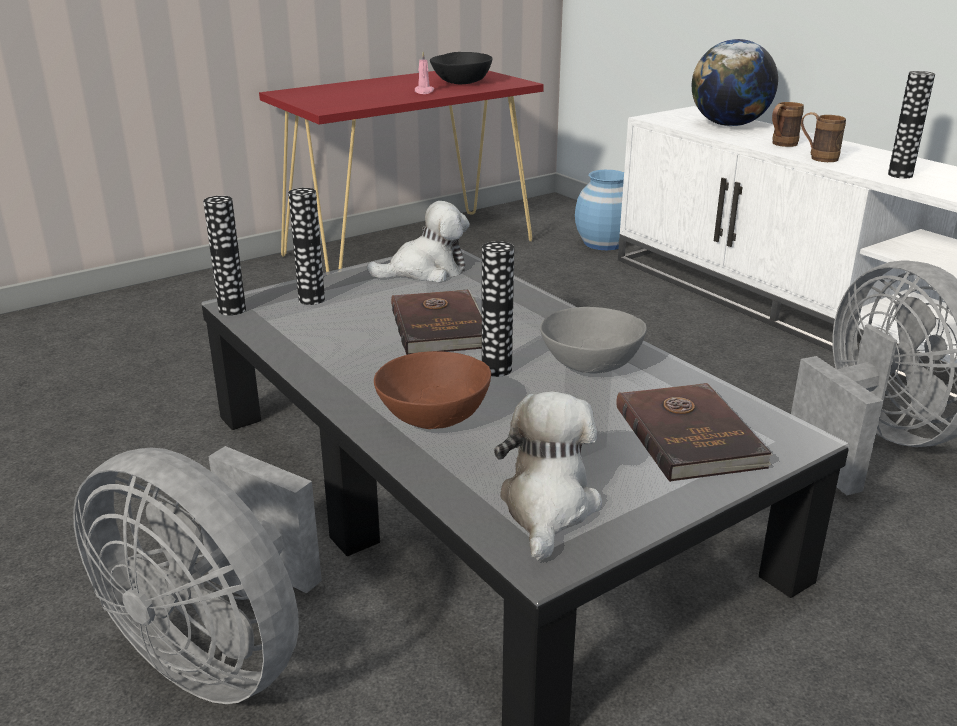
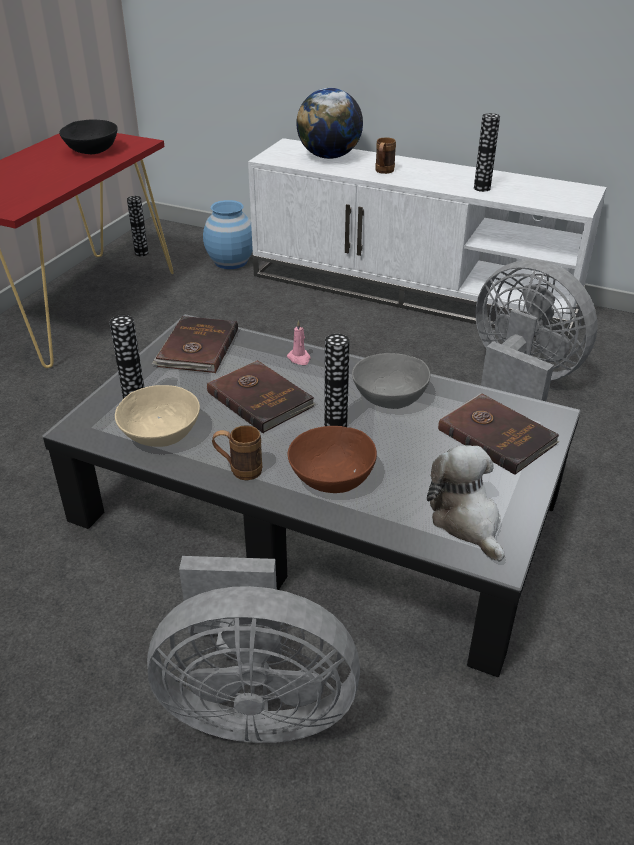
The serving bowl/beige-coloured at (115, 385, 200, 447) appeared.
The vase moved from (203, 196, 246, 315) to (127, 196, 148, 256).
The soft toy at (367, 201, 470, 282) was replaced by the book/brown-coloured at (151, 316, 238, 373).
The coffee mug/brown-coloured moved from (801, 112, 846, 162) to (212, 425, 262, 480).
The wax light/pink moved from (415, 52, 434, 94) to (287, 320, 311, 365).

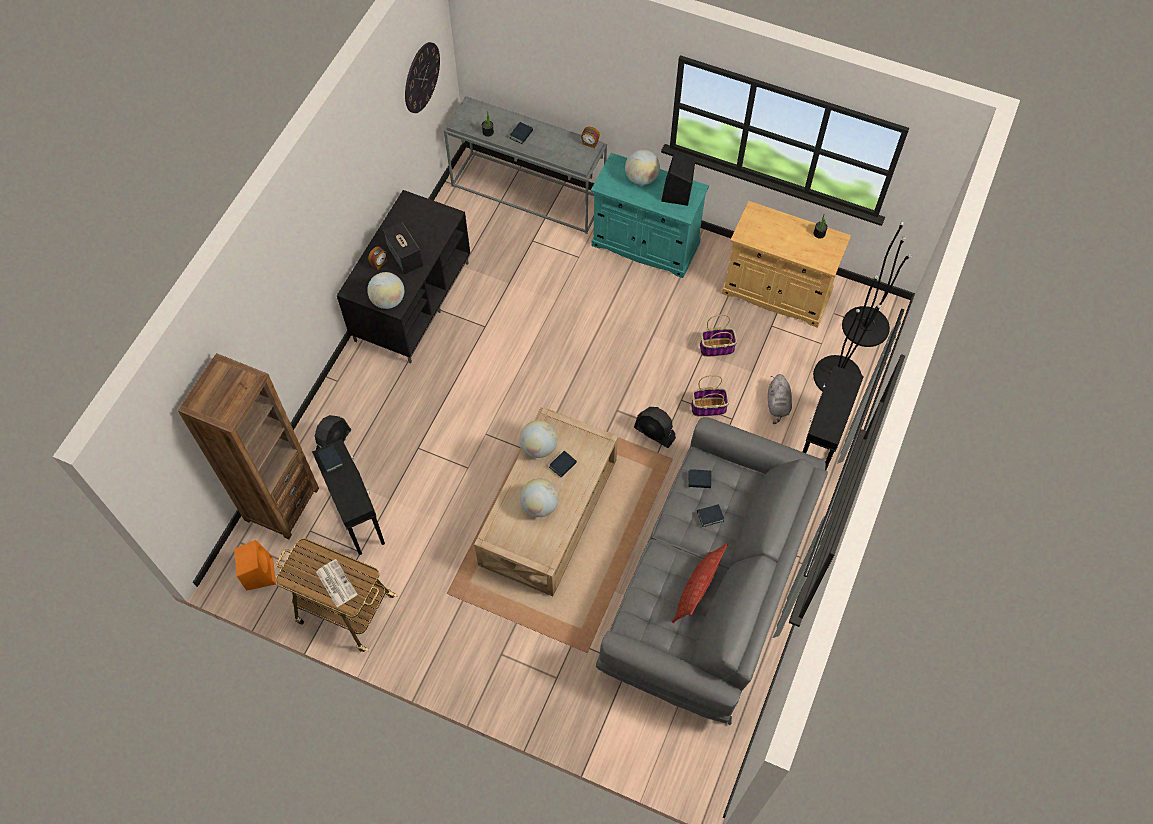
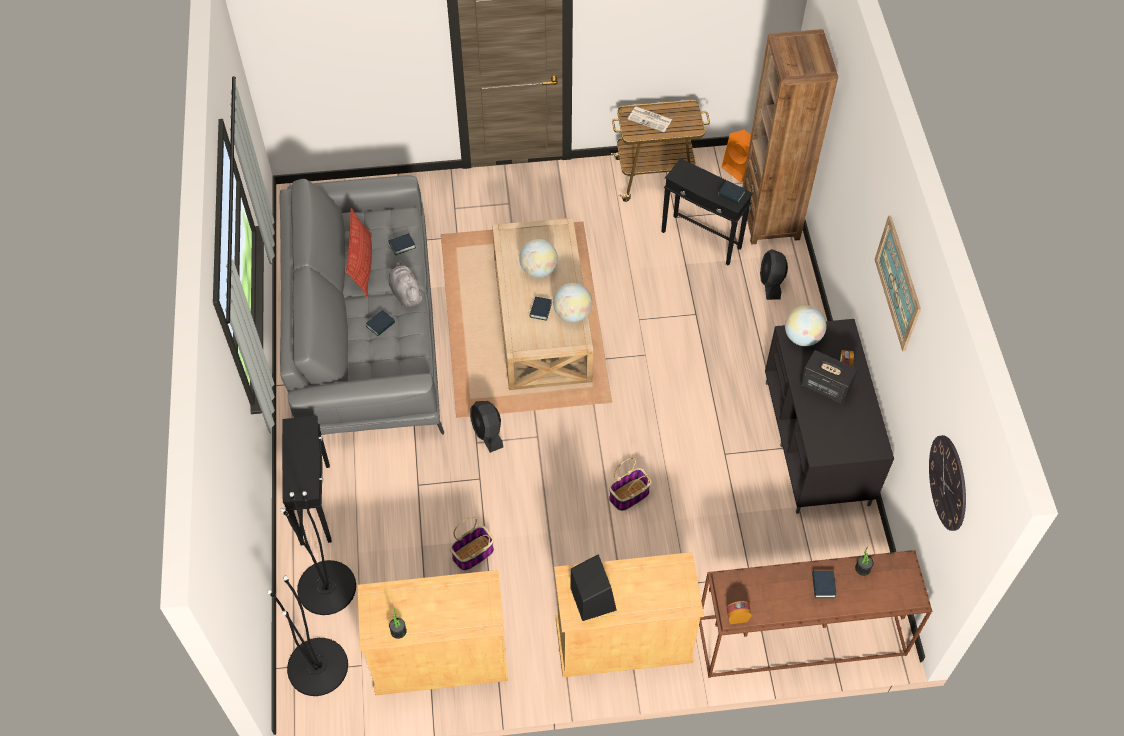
The book moved from (688, 469, 711, 488) to (389, 233, 416, 255).
The soft toy/gray moved from (768, 374, 792, 424) to (389, 261, 424, 308).
The cooling fan/black-coloured at (634, 407, 676, 448) turned 120 degrees counterclockwise.
The cabinet/turquoise-coloured at (591, 153, 709, 278) became the cabinet/beige-coloured at (554, 552, 704, 677).
The storage basket moved from (691, 375, 730, 417) to (609, 457, 652, 511).
The hall table/gray at (444, 96, 607, 234) became the hall table/brown-coloured at (699, 550, 932, 678).
The wall art at (874, 216, 921, 351) appeared.
The globe at (625, 149, 660, 185) disappeared.

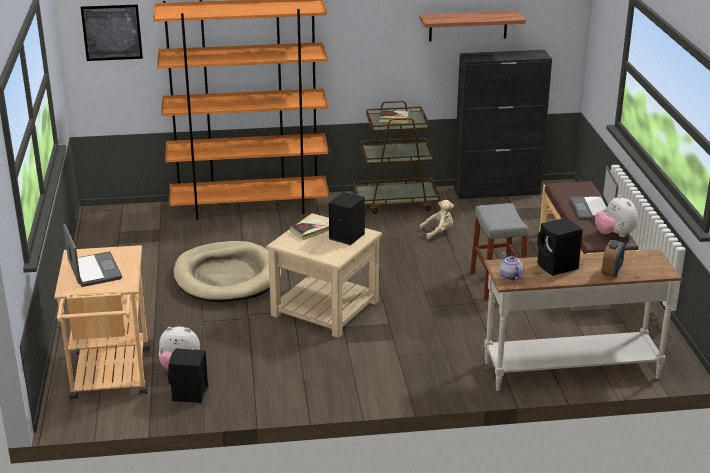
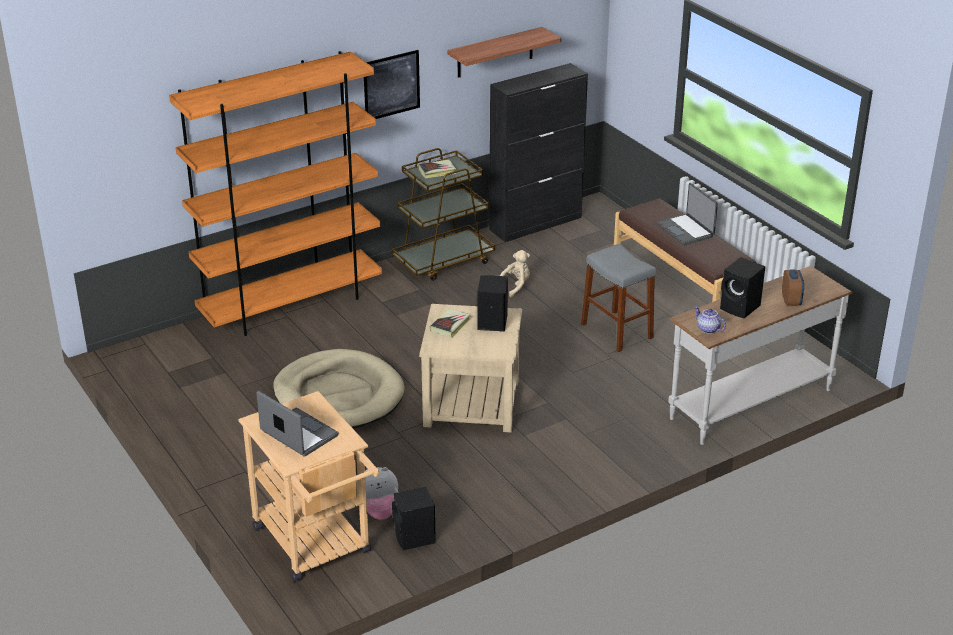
The wall art moved from (81, 4, 143, 61) to (364, 50, 420, 119).
The soft toy at (595, 195, 638, 237) disappeared.

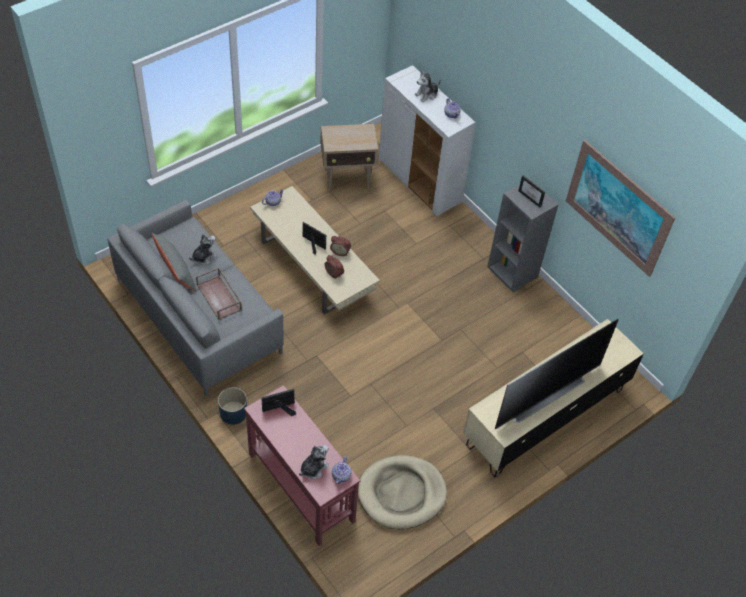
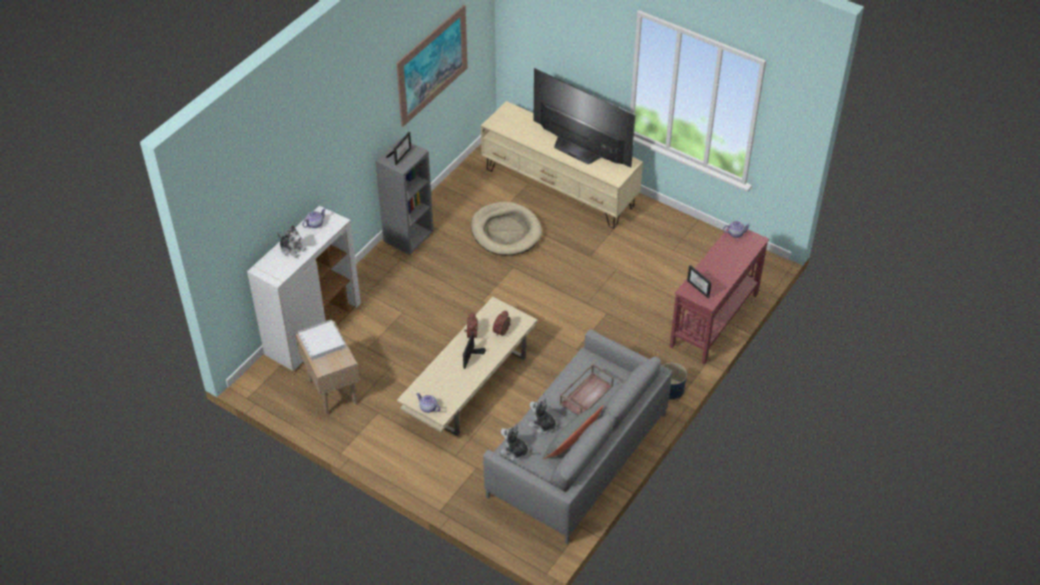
The tray/whitish at (298, 319, 346, 360) appeared.
The pet bed/beige-coloured moved from (358, 455, 447, 529) to (471, 202, 542, 256).
The soft toy moved from (299, 445, 329, 479) to (500, 423, 532, 461).

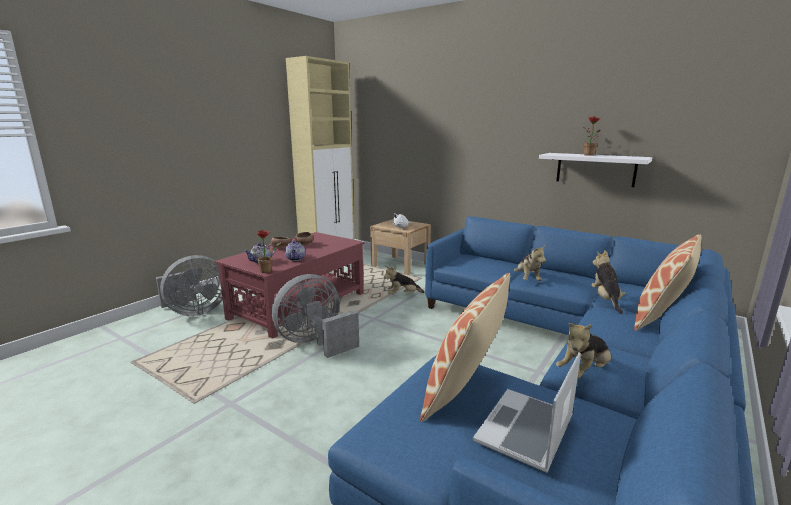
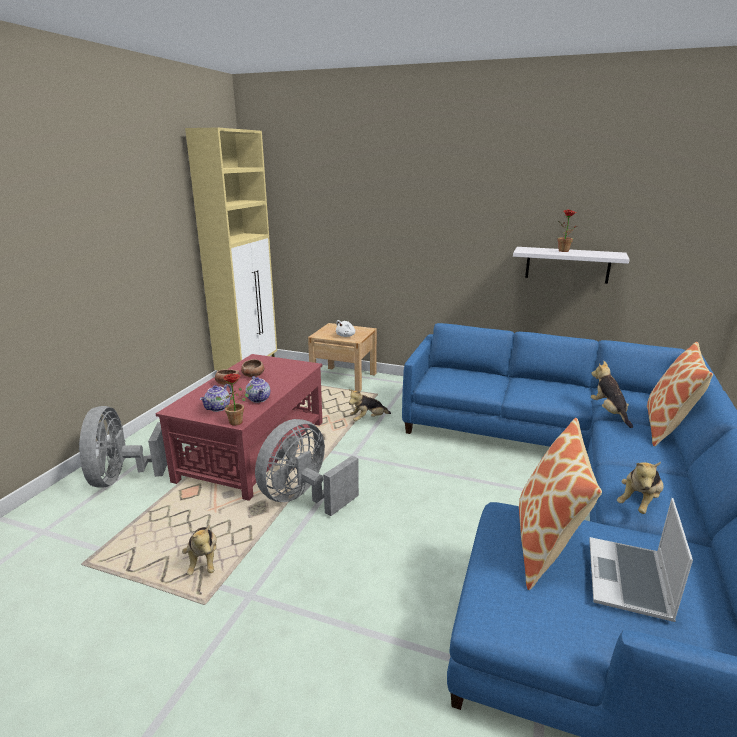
The cooling fan/gray at (156, 255, 223, 316) turned 135 degrees clockwise.
The soft toy moved from (514, 245, 546, 281) to (182, 525, 217, 575).

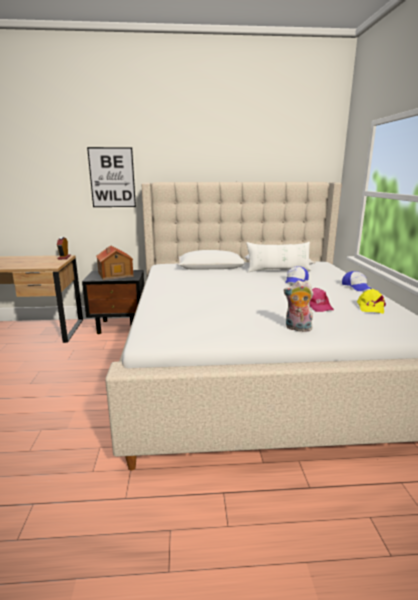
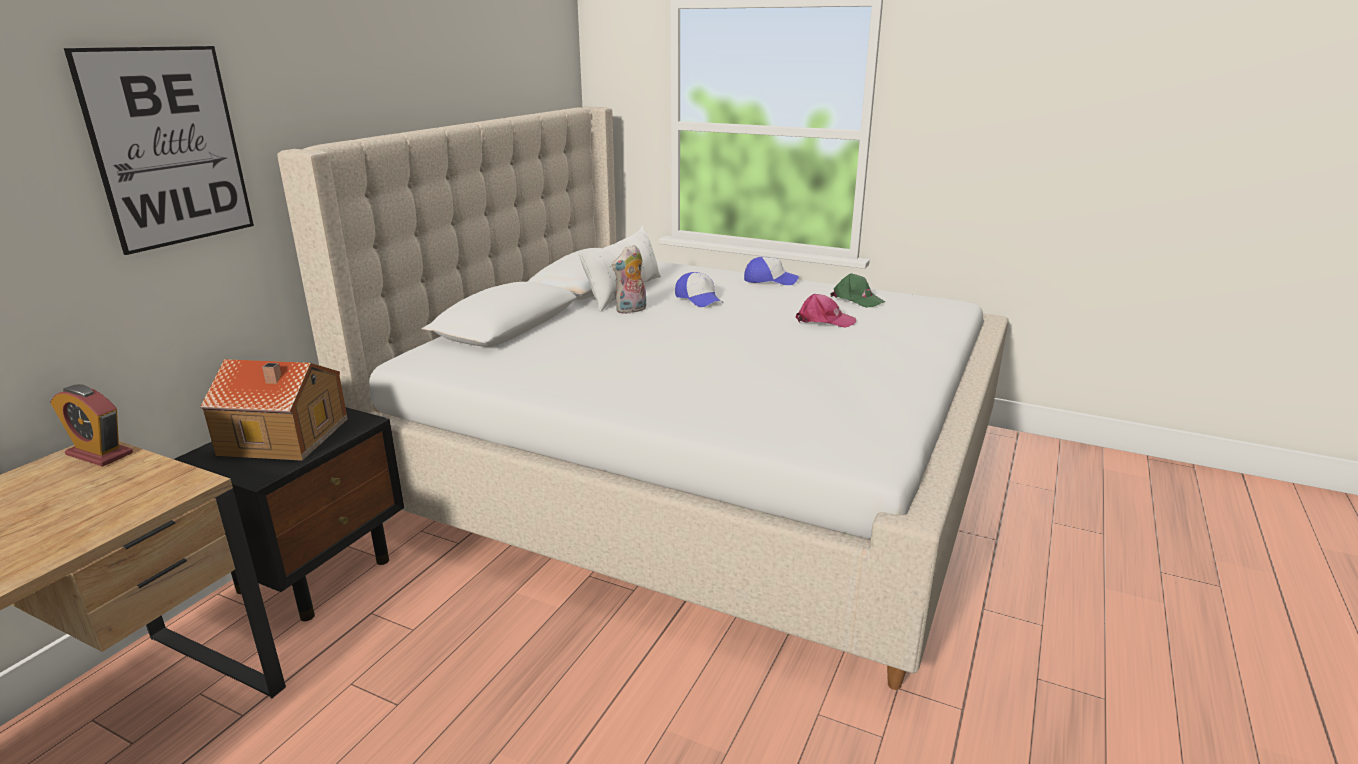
The soft toy moved from (284, 280, 314, 332) to (611, 245, 646, 314).
The peaked cap/yellowish at (357, 289, 386, 314) became the peaked cap/green at (830, 273, 885, 308).

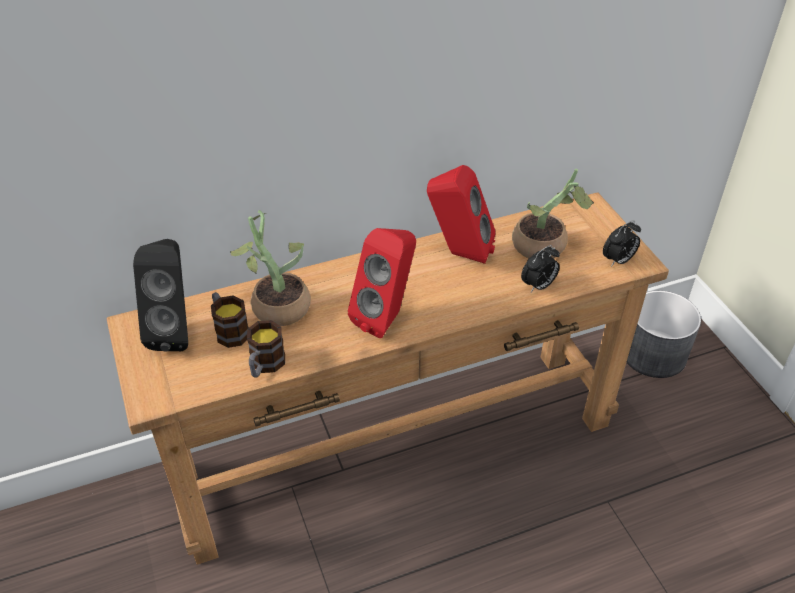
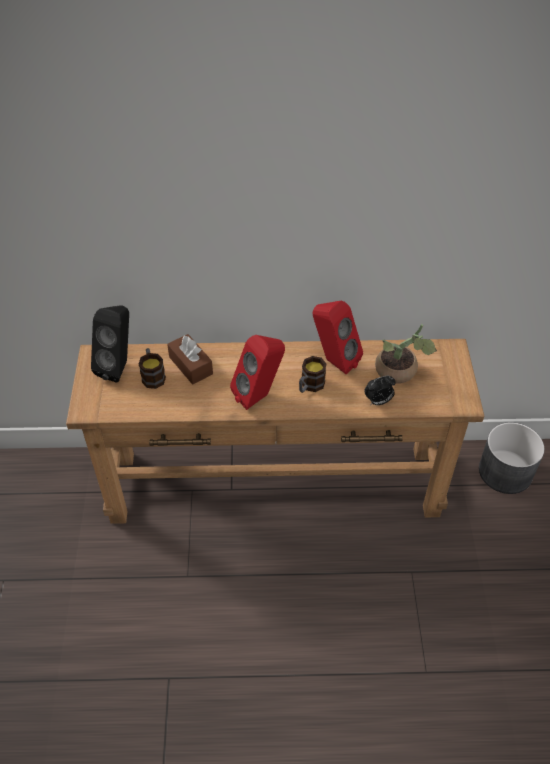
The potted plant at (229, 210, 311, 326) was replaced by the tissue box/brown-coloured at (167, 334, 213, 384).
The coffee mug moved from (247, 320, 285, 378) to (299, 356, 326, 393).
The alarm clock at (603, 220, 641, 267) disappeared.

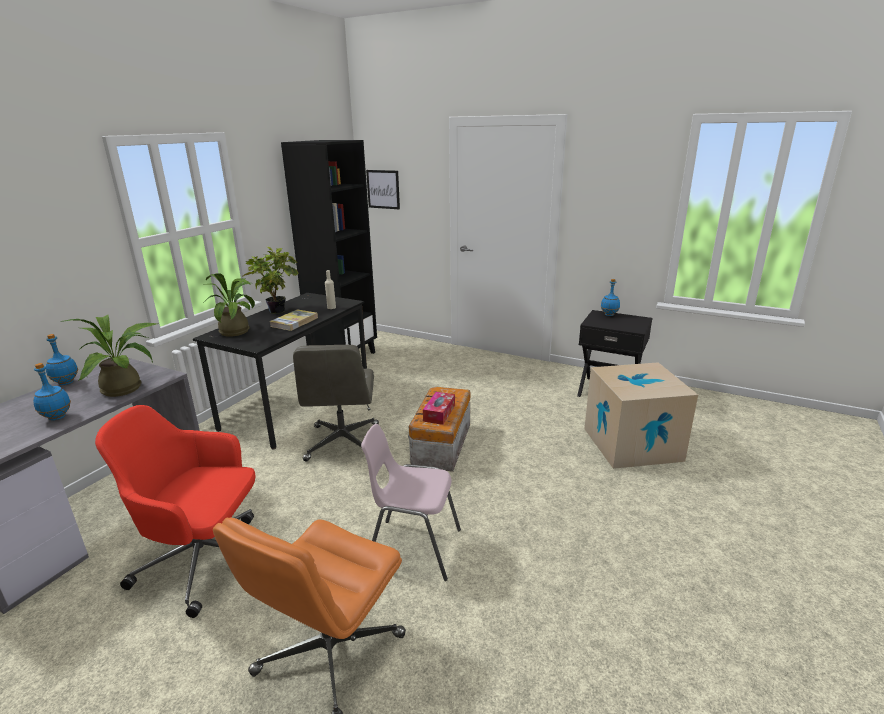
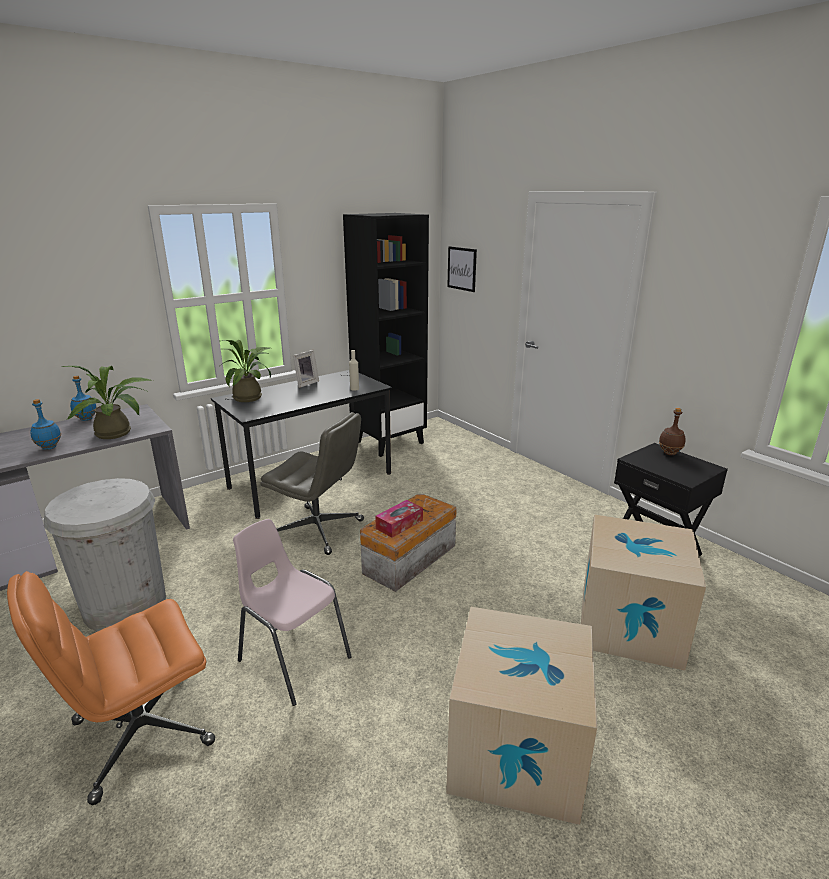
The computer chair/reddish at (95, 405, 255, 618) was replaced by the trash can/whitish at (44, 478, 166, 632).
The computer chair/gray at (293, 345, 379, 462) turned 90 degrees counterclockwise.
The potted plant at (242, 247, 299, 313) was replaced by the picture frame at (293, 350, 319, 388).
The packing box at (446, 607, 597, 825) appeared.
The drink bottle/blue-coloured at (601, 279, 620, 316) became the drink bottle/brown-coloured at (659, 408, 685, 455).
The book at (269, 309, 318, 331) disappeared.

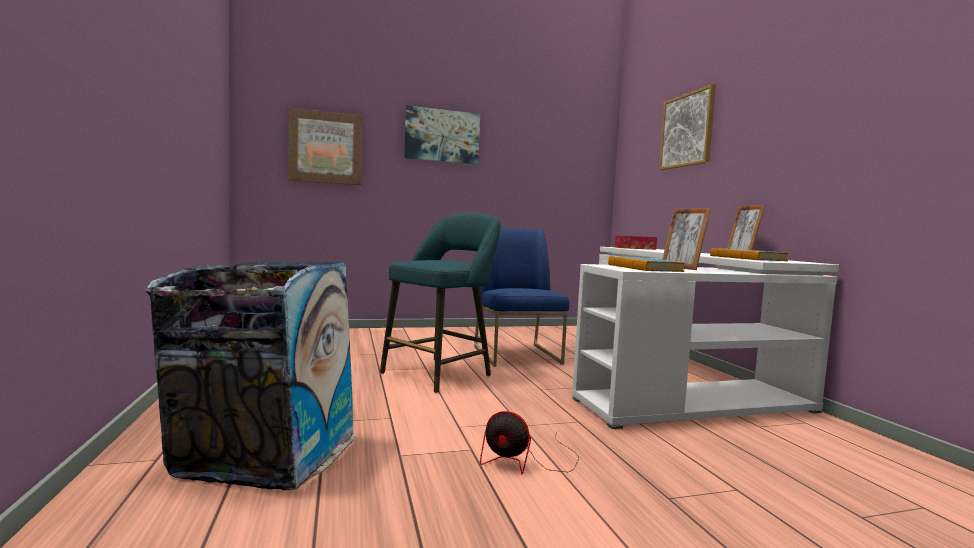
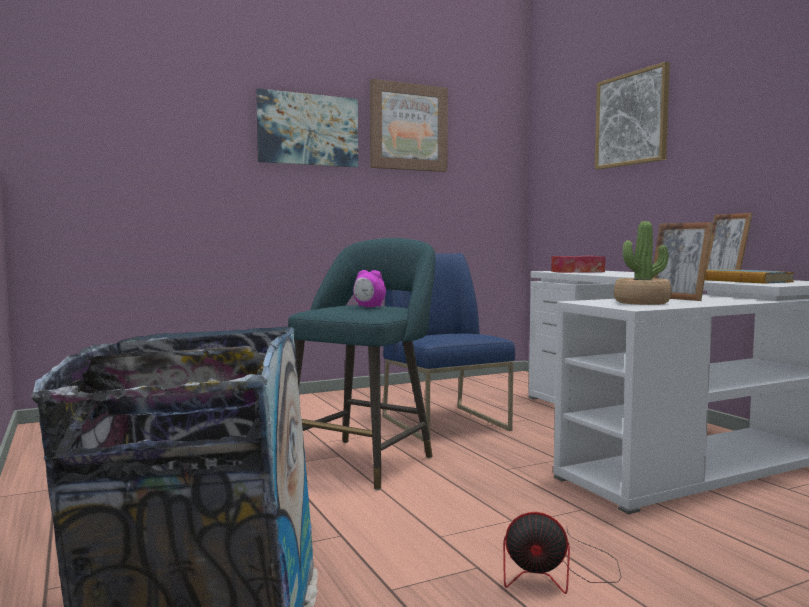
The alarm clock at (353, 270, 386, 307) appeared.
The wall art moved from (288, 108, 363, 185) to (370, 79, 448, 172).
The book at (608, 256, 685, 272) was replaced by the potted plant at (614, 221, 671, 305).

